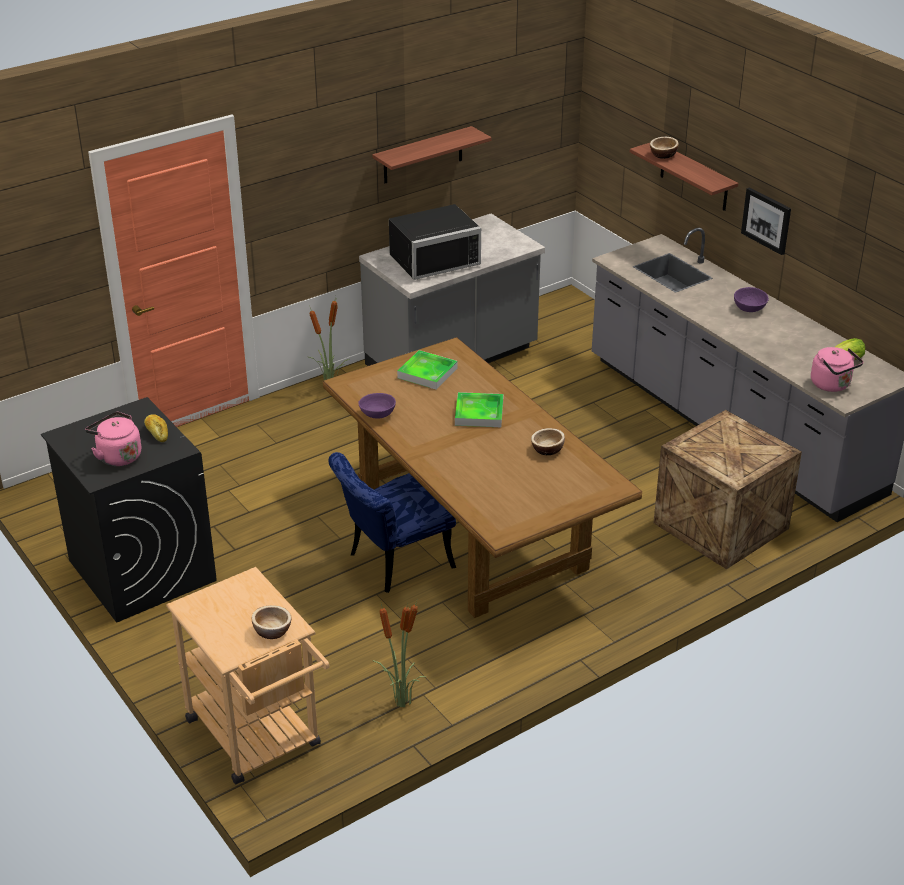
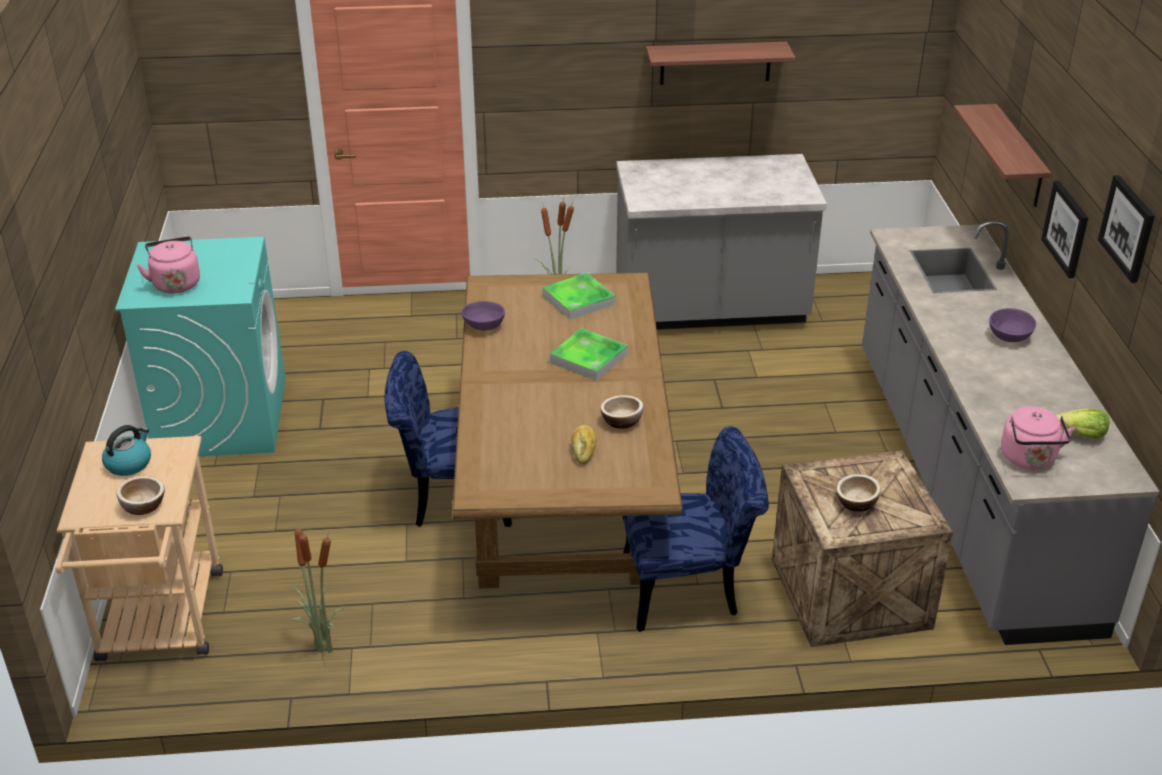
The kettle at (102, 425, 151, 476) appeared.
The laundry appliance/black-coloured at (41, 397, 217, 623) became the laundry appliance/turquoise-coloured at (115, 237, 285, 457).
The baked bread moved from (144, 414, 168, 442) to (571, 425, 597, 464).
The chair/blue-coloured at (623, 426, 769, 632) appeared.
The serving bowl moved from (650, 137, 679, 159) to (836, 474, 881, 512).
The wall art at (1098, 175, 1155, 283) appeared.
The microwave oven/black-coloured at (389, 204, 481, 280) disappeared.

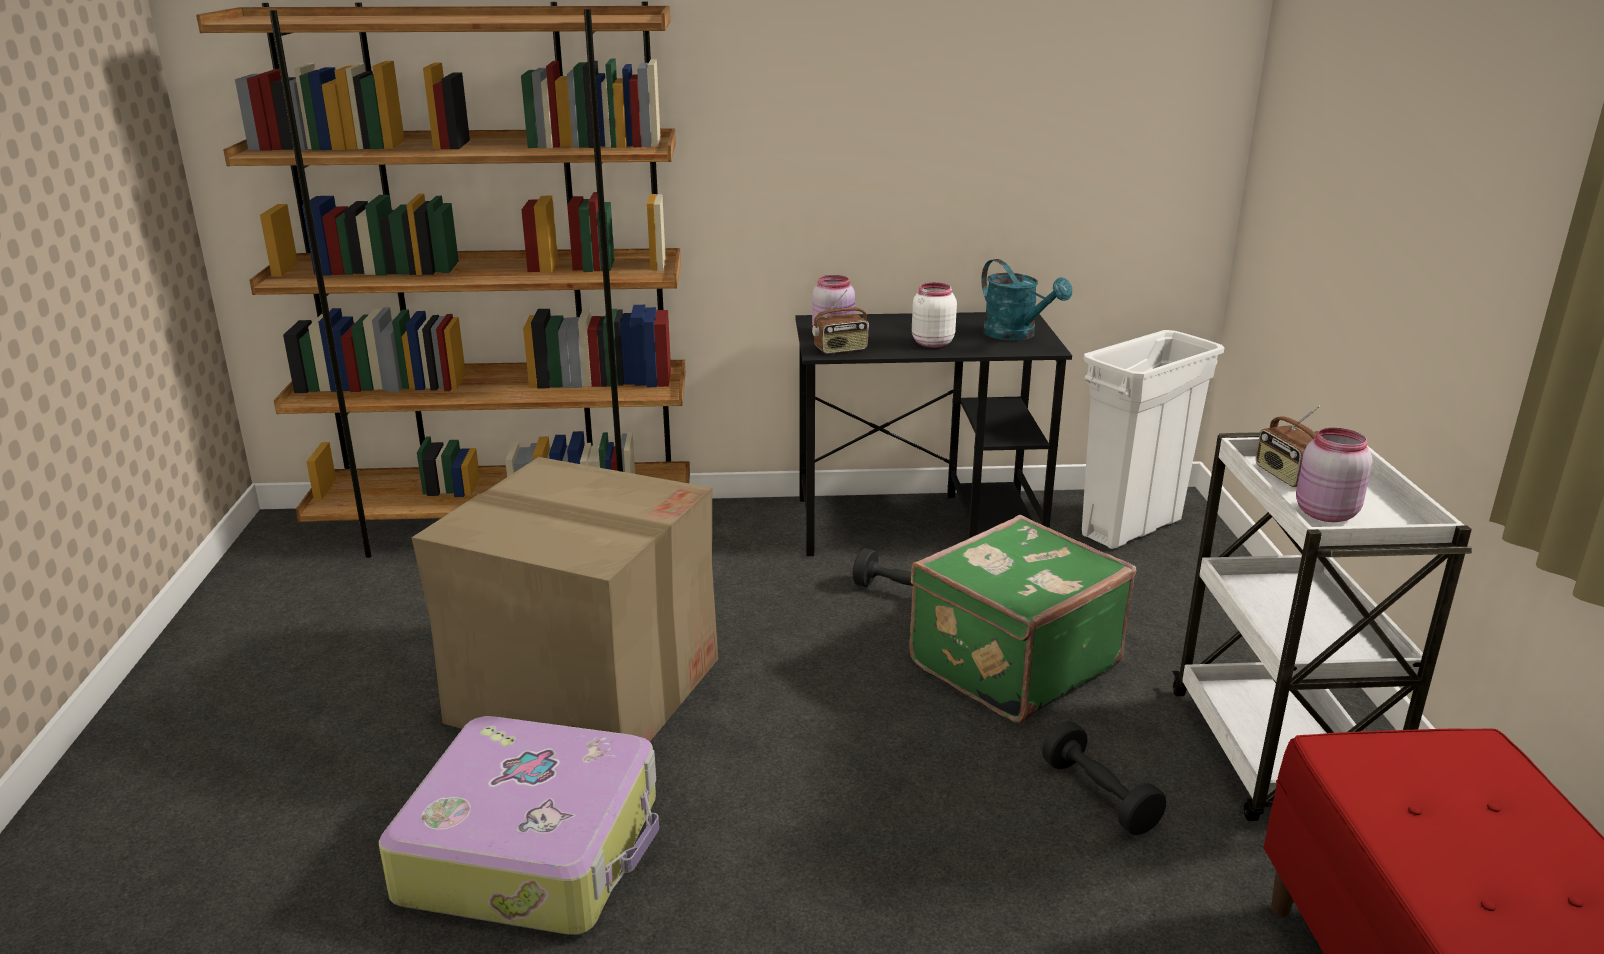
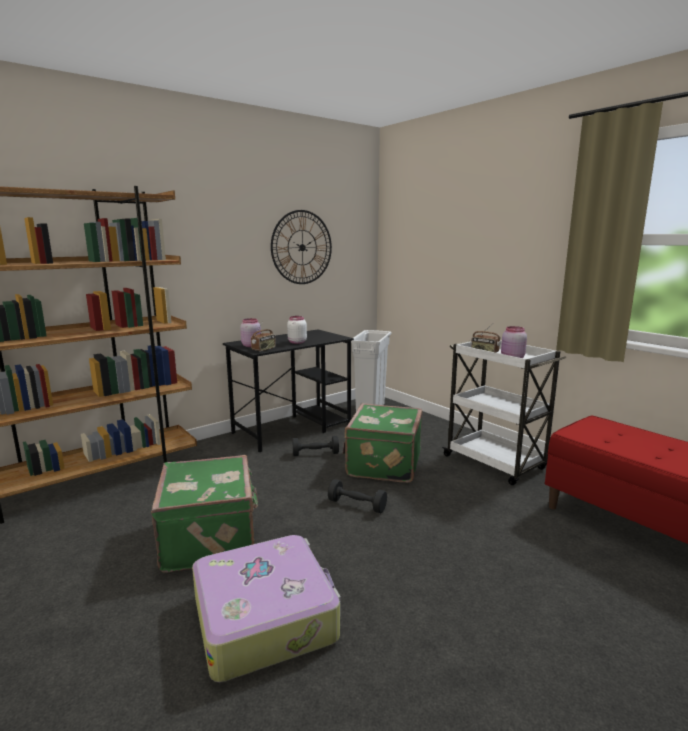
The packing box at (412, 457, 718, 741) was replaced by the suitcase/green at (151, 455, 258, 572).
The wall clock at (271, 210, 332, 284) appeared.
The free weight/black-coloured moved from (1042, 721, 1166, 835) to (328, 479, 387, 513).
The sprinkling can/turquoise-coloured at (981, 259, 1072, 341) disappeared.

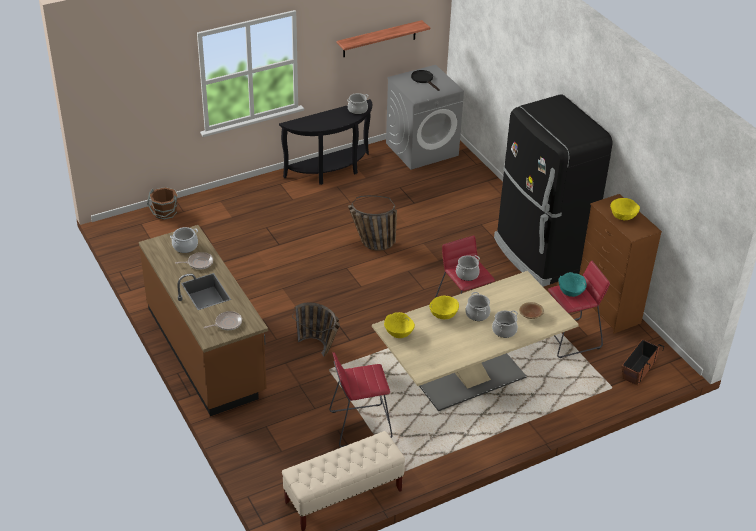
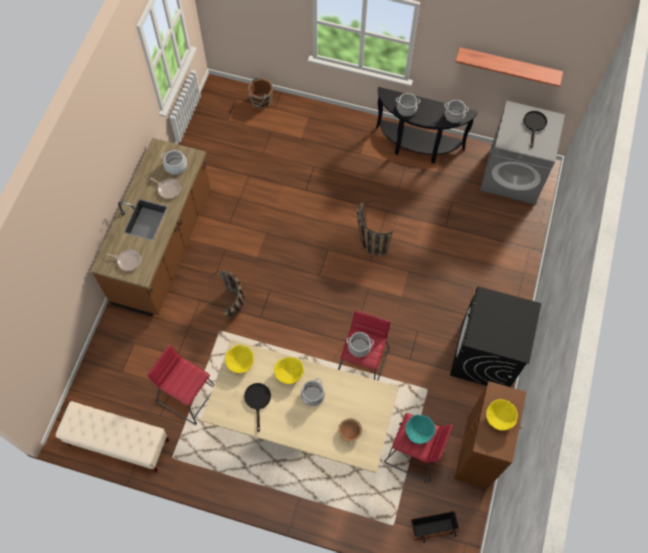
The skillet/black-coloured at (244, 383, 271, 432) appeared.
The cooking pot moved from (492, 310, 518, 338) to (396, 93, 420, 116).
The kitchen fridge/black-coloured at (494, 95, 612, 287) was replaced by the laundry appliance/black-coloured at (450, 286, 541, 387).

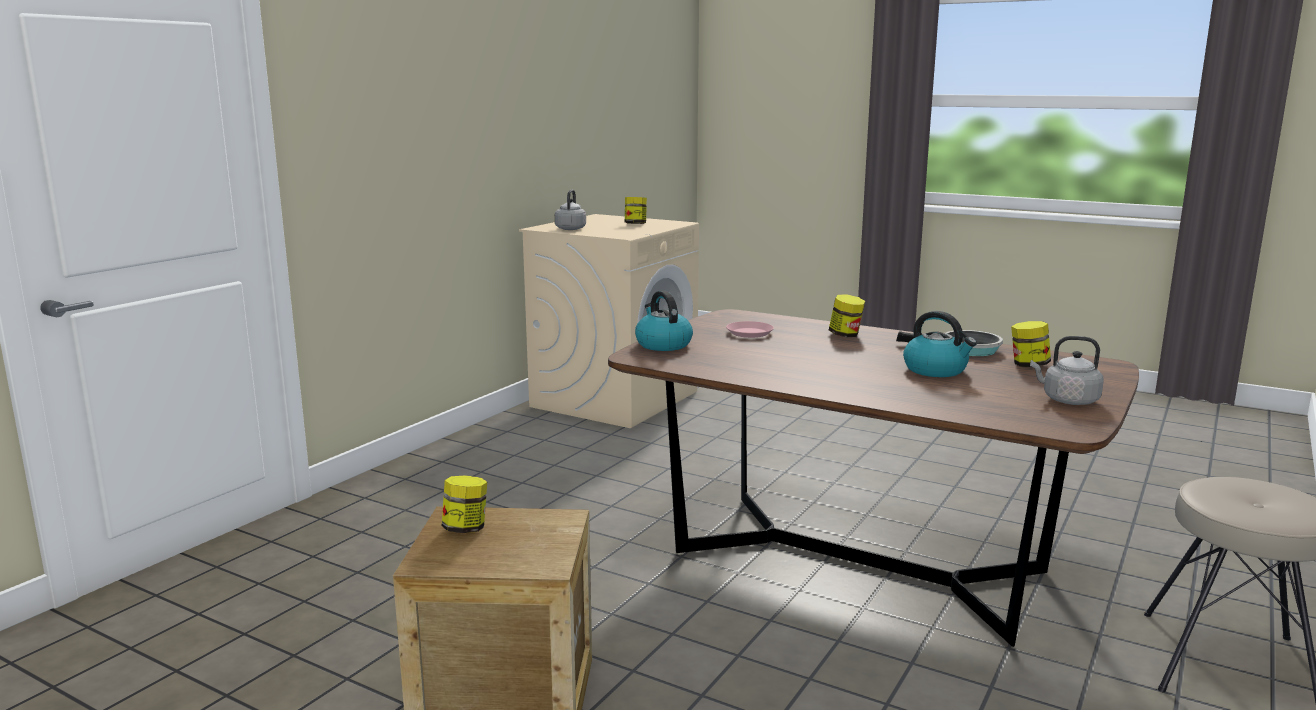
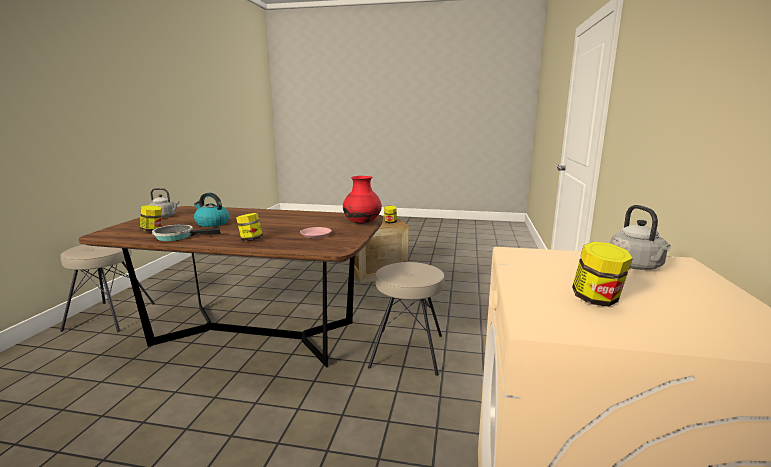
The kettle at (635, 291, 693, 351) was replaced by the vase/reddish at (343, 176, 382, 224).
The stool seat/beige-coloured at (368, 262, 445, 376) appeared.

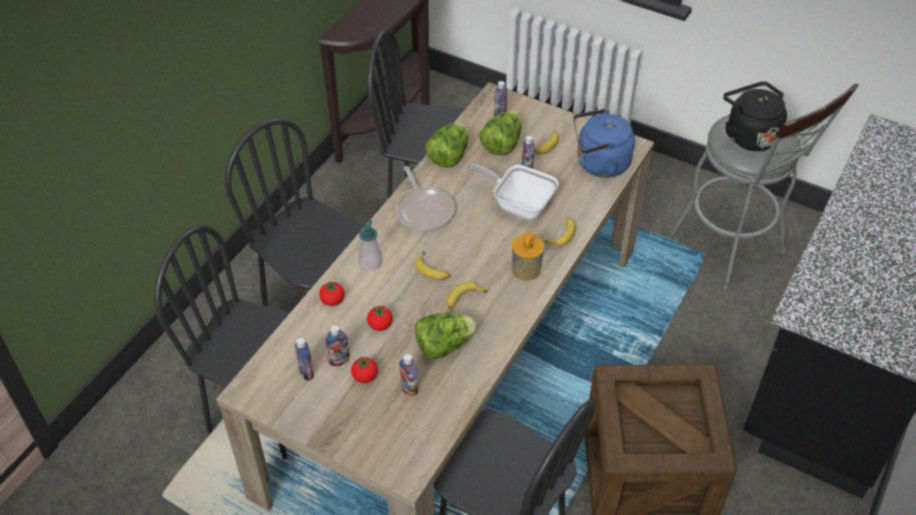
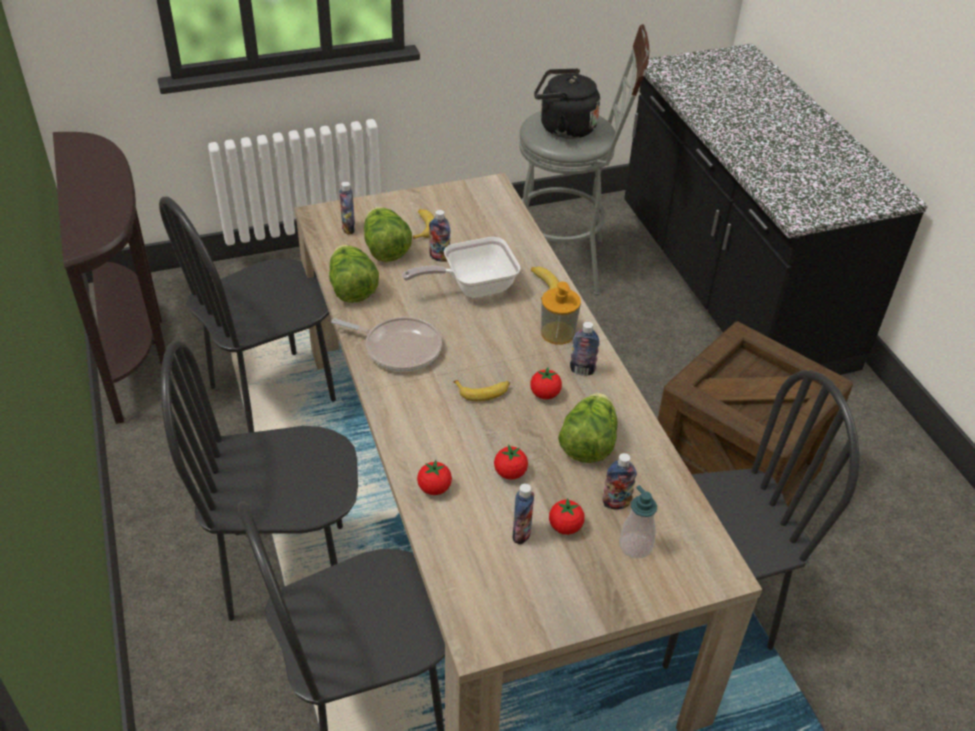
The banana fruit at (447, 282, 488, 309) was replaced by the whole tomato at (530, 367, 562, 399).
The drink bottle moved from (295, 338, 314, 381) to (570, 322, 600, 376).
The soap dispenser moved from (359, 220, 382, 271) to (620, 485, 657, 558).
The kettle/blue-coloured at (573, 109, 635, 178) disappeared.

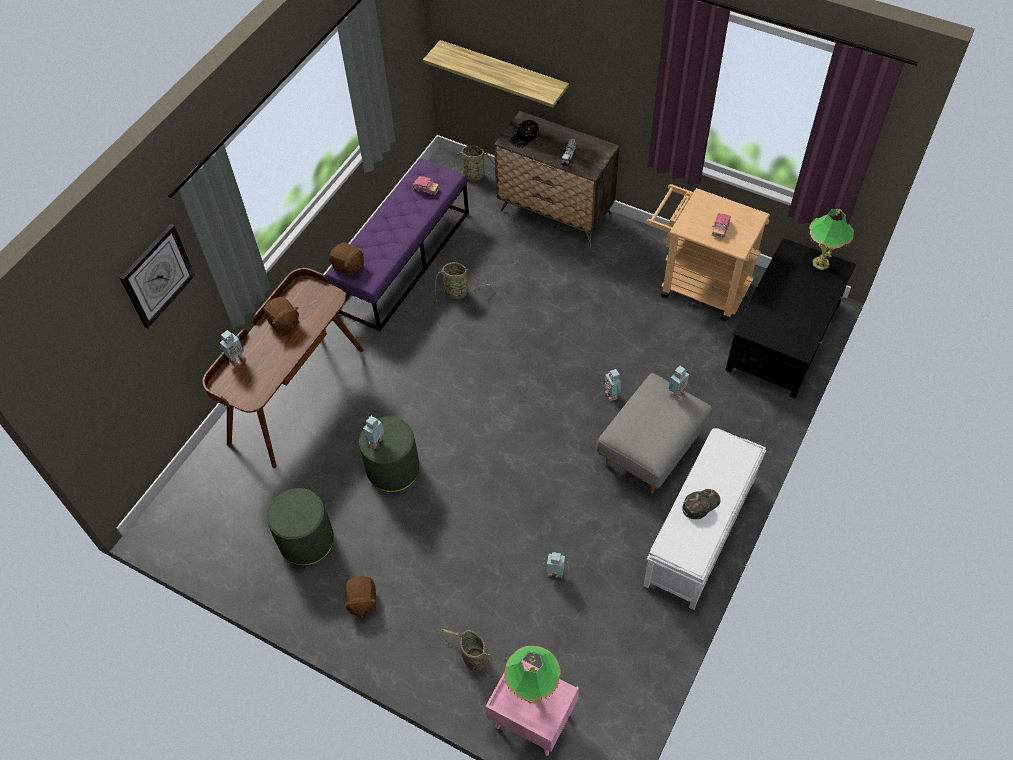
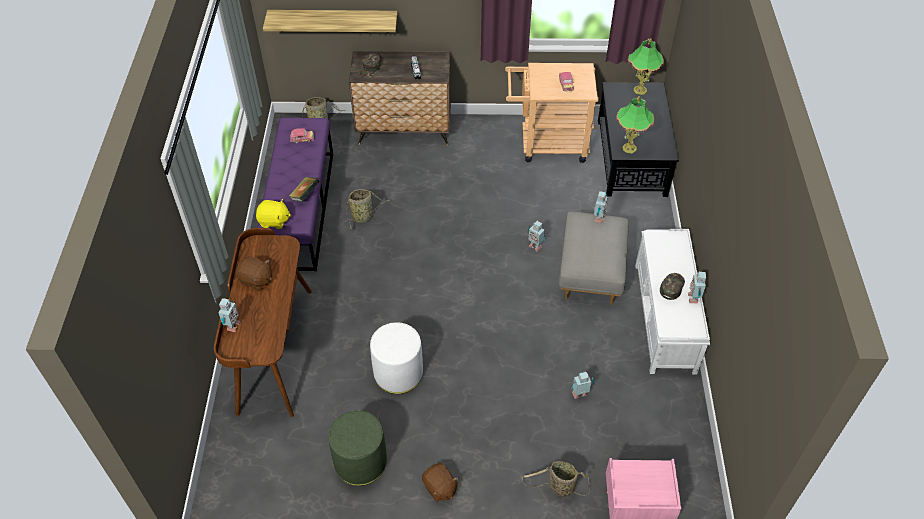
The soft toy/brown-coloured at (329, 242, 364, 277) became the soft toy/yellowish at (256, 199, 291, 229).
The book at (288, 177, 319, 202) appeared.
The peaked cap/black-coloured at (509, 120, 539, 148) became the peaked cap/green at (360, 53, 381, 78).
The ottoman/green at (359, 417, 419, 493) became the ottoman/whitish at (370, 322, 423, 394).
The tabletop lamp moved from (504, 646, 561, 704) to (616, 96, 654, 154).
The robot figure moved from (363, 416, 384, 449) to (688, 272, 706, 304).
The wall clock at (120, 224, 195, 328) disappeared.

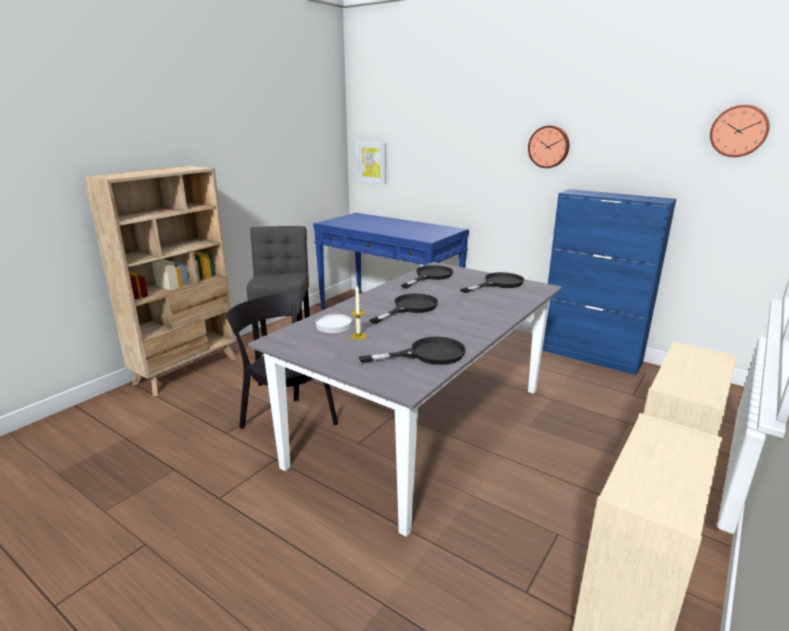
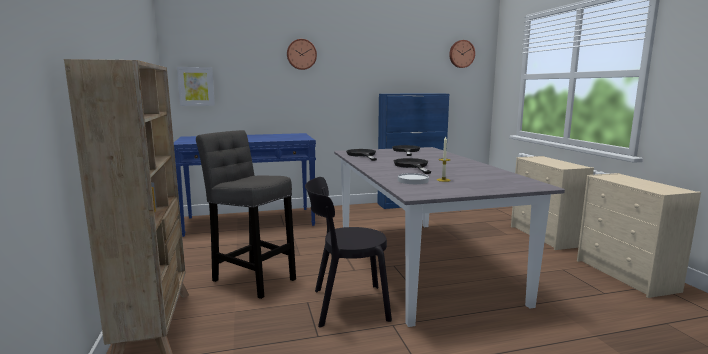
The wall clock moved from (528, 125, 569, 168) to (287, 39, 317, 70).
The skillet/black-coloured at (359, 337, 466, 365) disappeared.

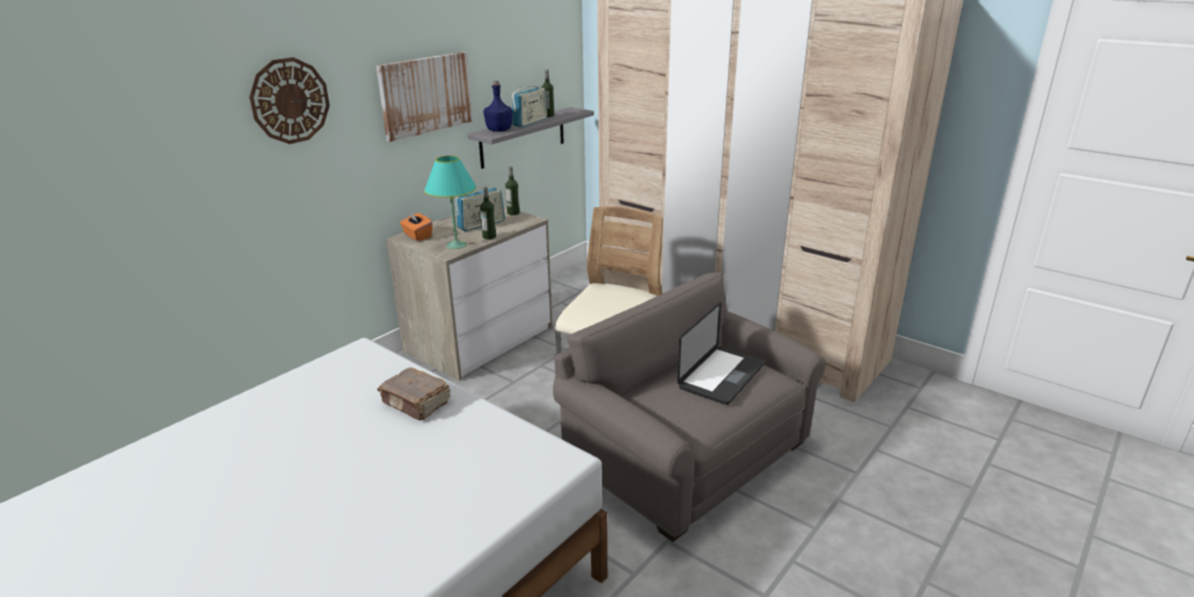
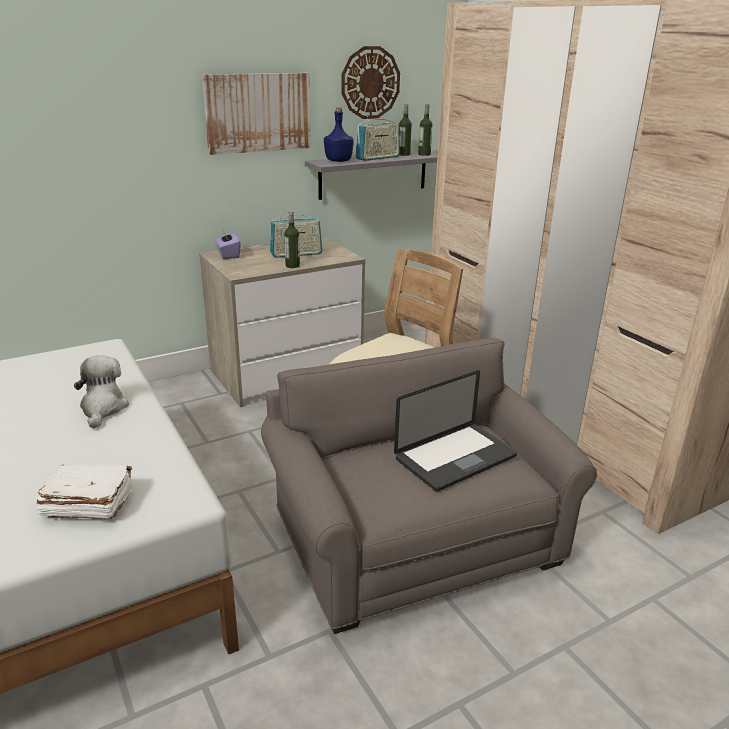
The book/whitish at (35, 464, 133, 519) appeared.
The book/brown-coloured at (377, 367, 451, 420) was replaced by the soft toy at (74, 355, 129, 429).
The tissue box/orangey at (400, 212, 433, 241) became the tissue box/purple at (215, 230, 241, 259).
The wall clock moved from (249, 57, 330, 144) to (341, 46, 400, 119).
The drink bottle moved from (505, 166, 520, 215) to (418, 104, 433, 156).
The tabletop lamp/turquoise-coloured at (424, 156, 477, 249) disappeared.

